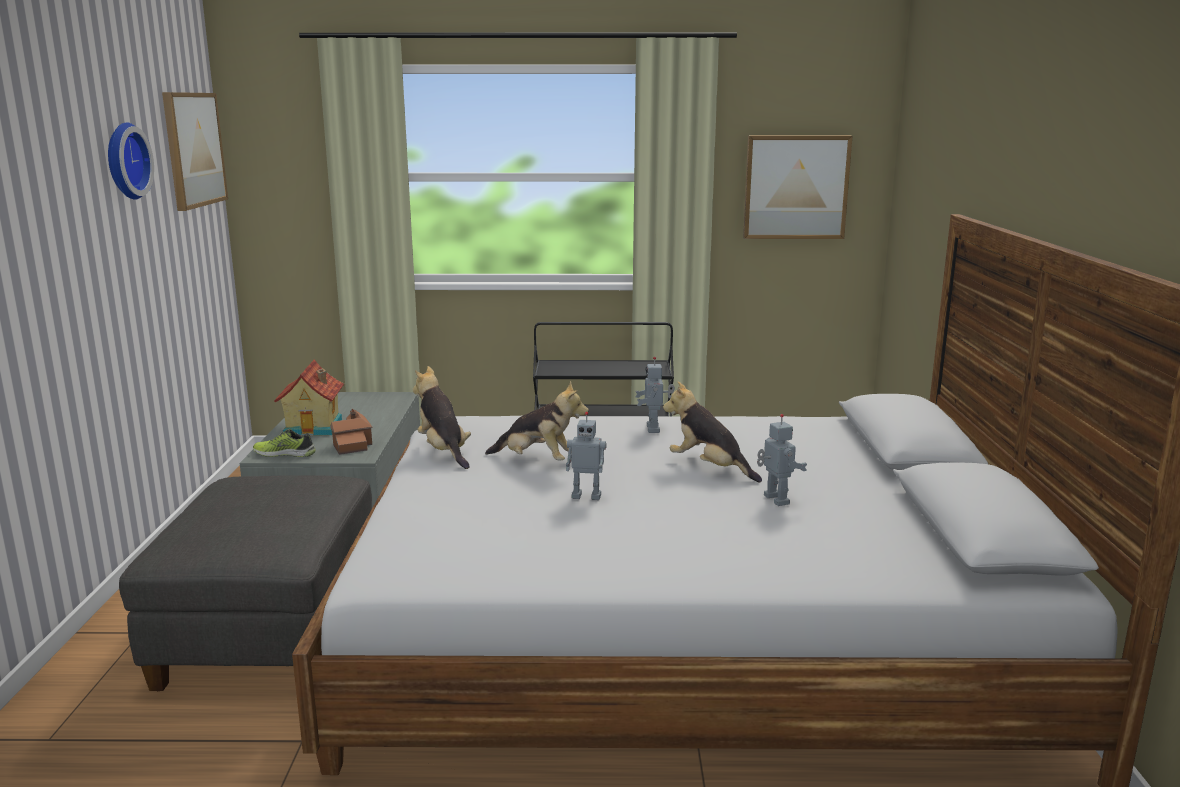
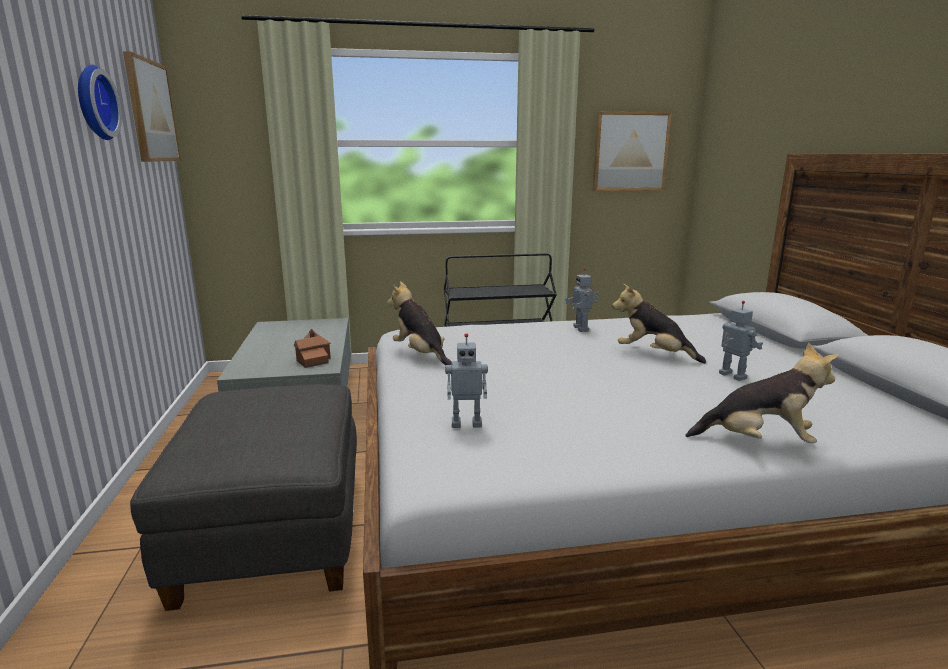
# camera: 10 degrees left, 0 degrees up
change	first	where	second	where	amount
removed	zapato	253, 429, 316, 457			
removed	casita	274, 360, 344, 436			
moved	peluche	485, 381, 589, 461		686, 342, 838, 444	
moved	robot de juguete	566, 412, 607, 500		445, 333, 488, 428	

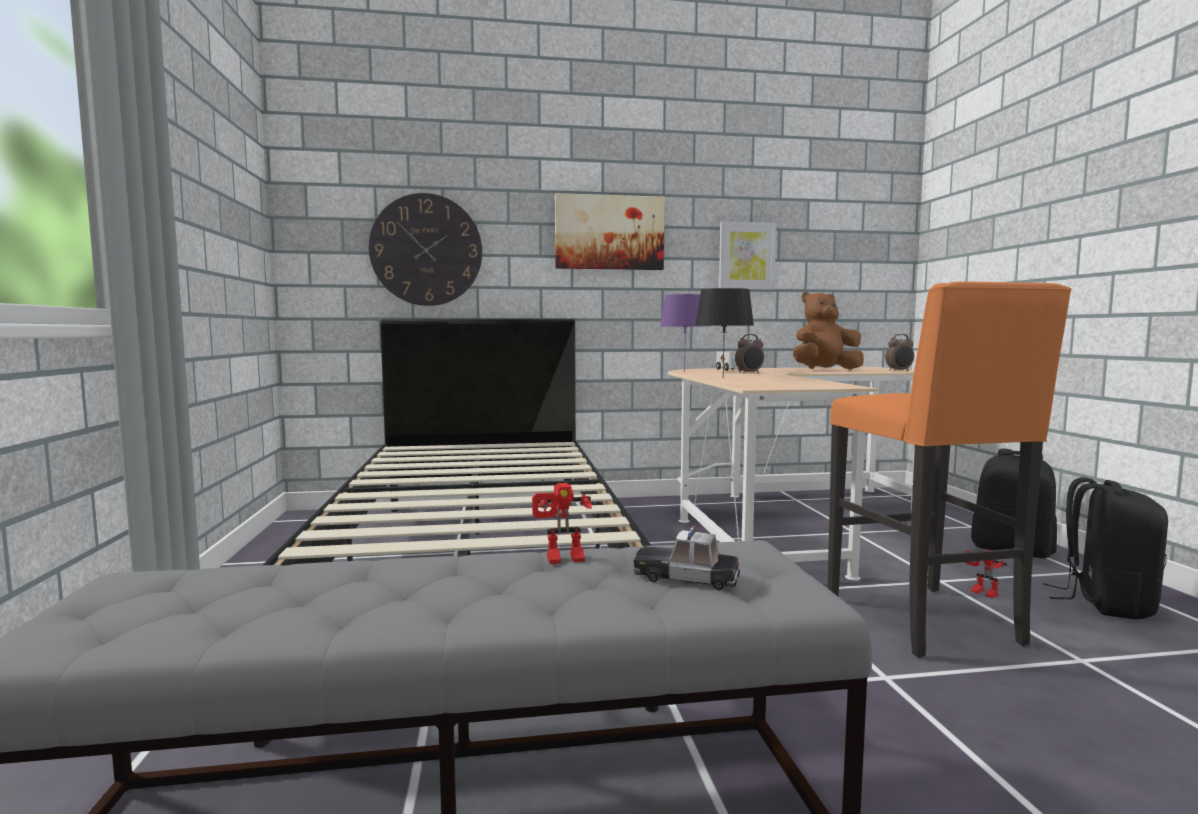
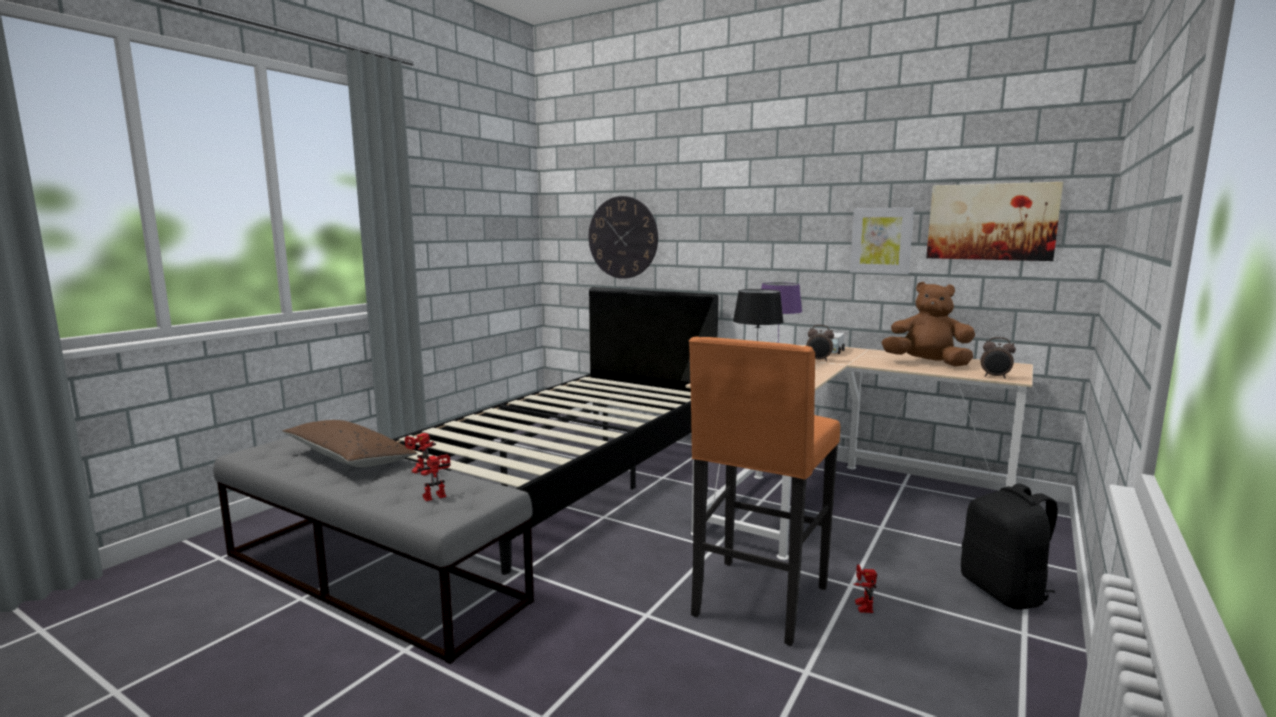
# camera: 40 degrees right, 5 degrees up
change	first	where	second	where	amount
moved	cuadro	555, 193, 664, 270		926, 182, 1063, 261	
replaced	coche de juguete	633, 526, 740, 590	robot de juguete	416, 454, 451, 501	
removed	mochila [negro]	1043, 477, 1168, 619			
added			cojín [marrón]	282, 420, 417, 467	

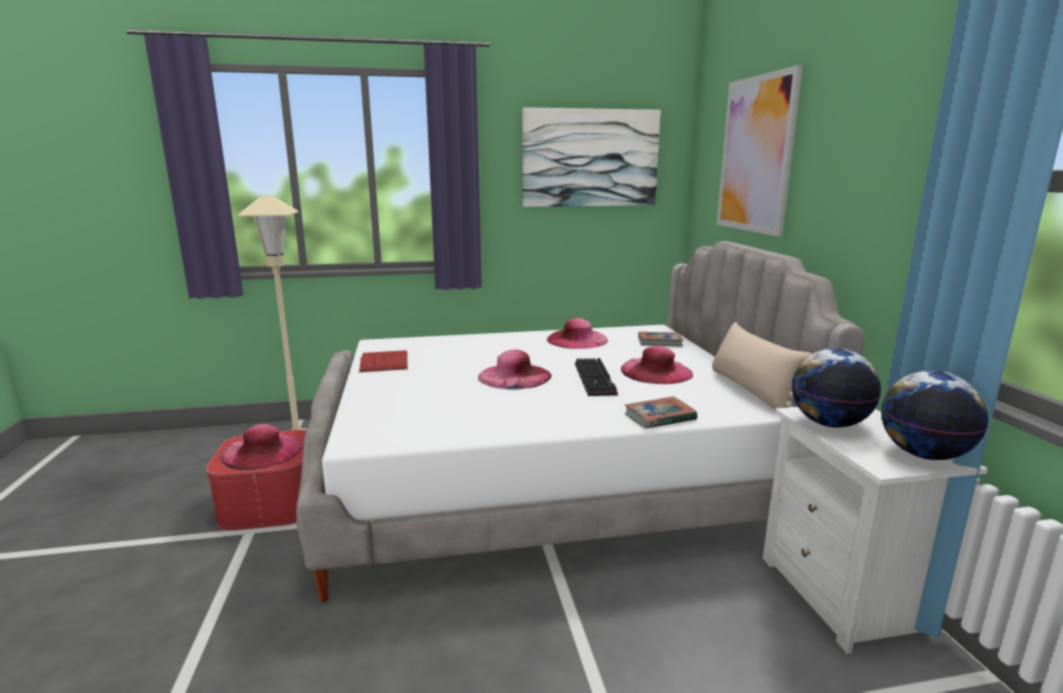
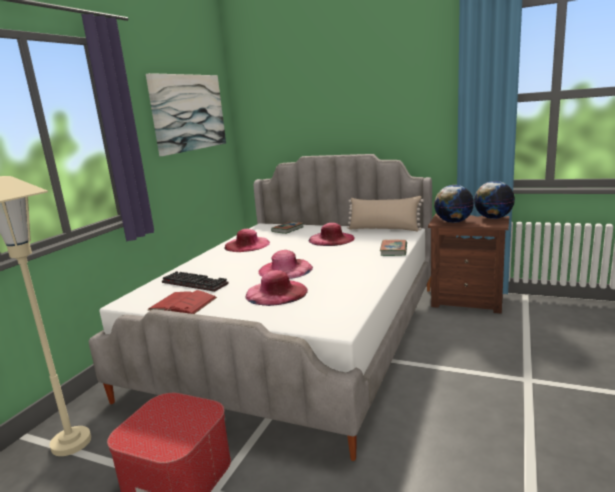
# camera: 55 degrees left, 0 degrees up
change	first	where	second	where	amount
moved	sombrero [rosa]	220, 424, 303, 470		246, 270, 308, 306	
moved	teclado	575, 358, 618, 396		162, 271, 229, 292	
removed	cuadro	717, 65, 803, 236			
recoloured	mesita de noche [blanco]	763, 407, 988, 654	mesita de noche [marrón]	428, 214, 509, 314	

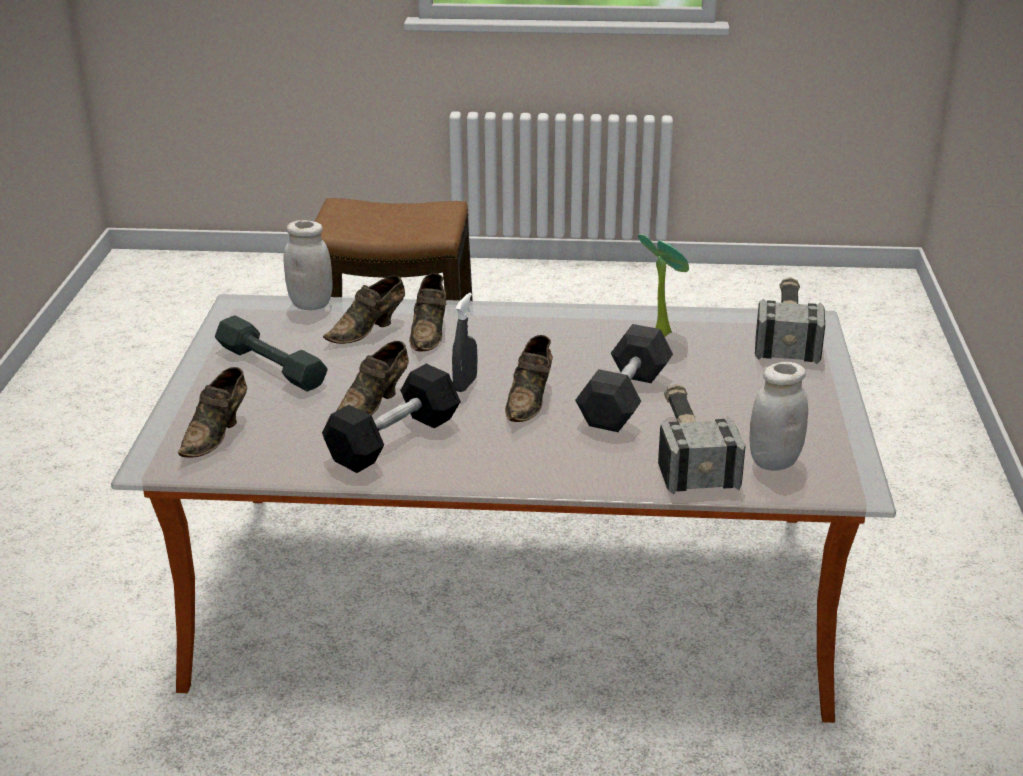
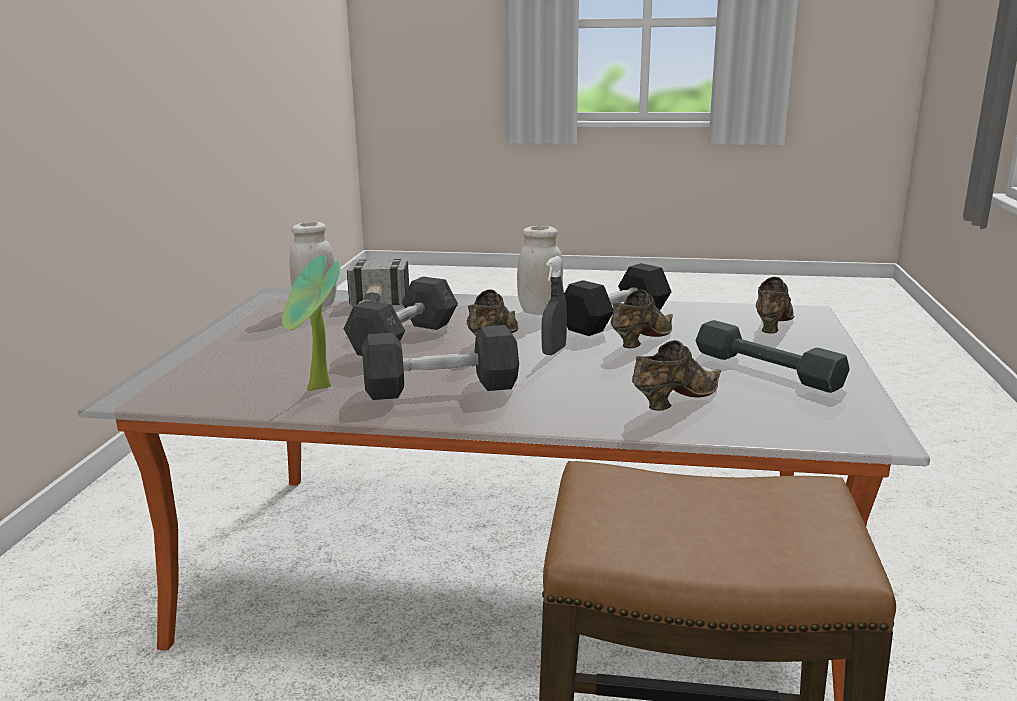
# camera: 175 degrees left, 10 degrees down
change	first	where	second	where	amount
moved	tarro [blanco]	284, 220, 333, 310		517, 226, 563, 315	
removed	zapato [marrón]	409, 273, 446, 351			
removed	martillo	755, 277, 825, 364			
added			mancuerna [gris]	362, 325, 519, 400	

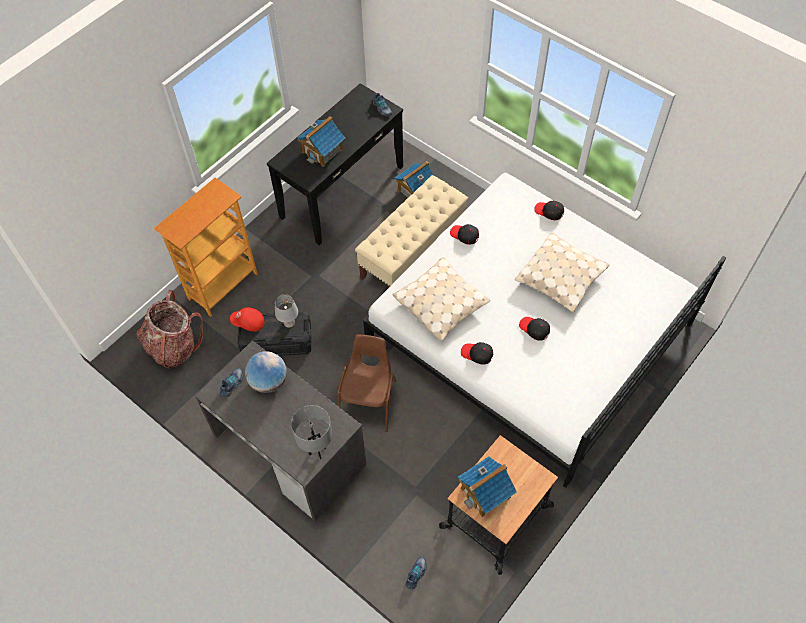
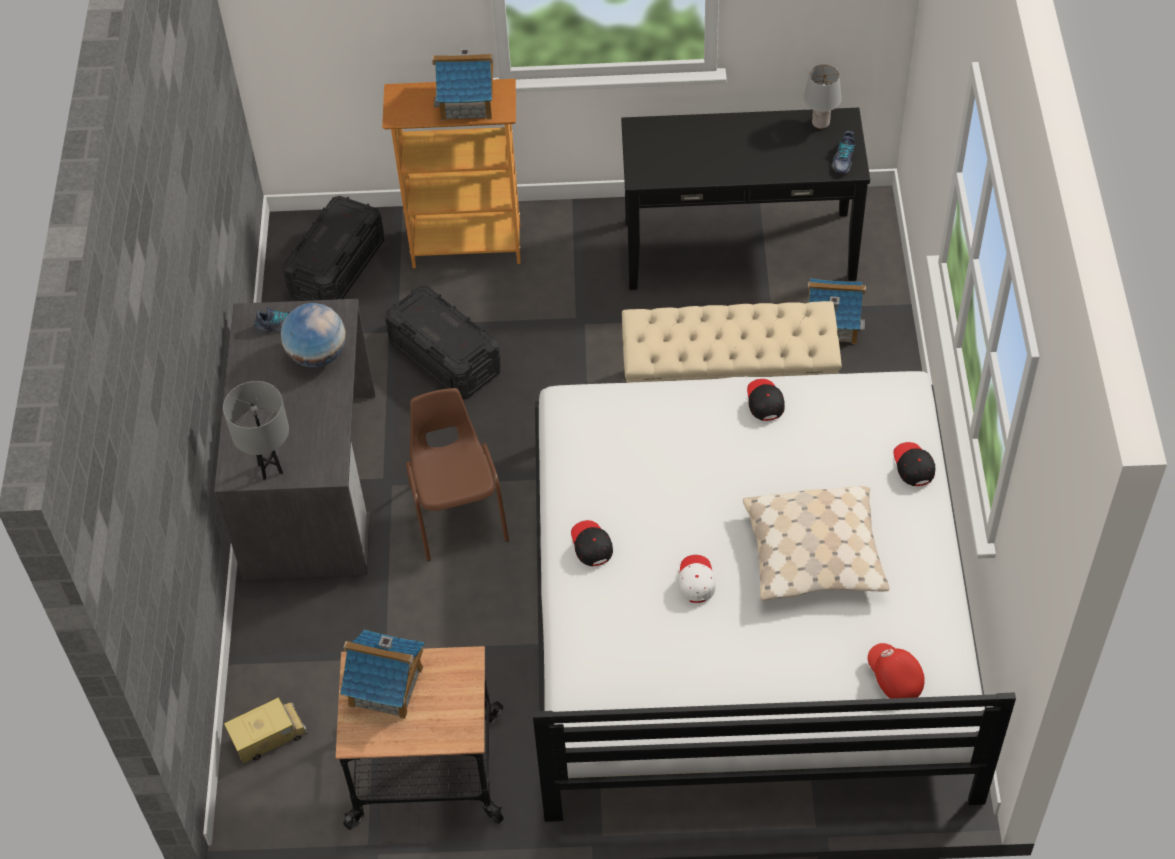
# camera: 50 degrees right, 5 degrees down
change	first	where	second	where	amount
replaced	mochila	136, 290, 203, 369	caja de almacenaje [negro]	282, 196, 384, 301	
moved	gorra [rojo]	230, 307, 264, 331		868, 643, 925, 699	
moved	lámpara de mesa [gris]	275, 294, 298, 328		803, 64, 841, 129	
moved	casita	297, 116, 345, 167		432, 49, 493, 121	
turned	silla [marrón]	337, 335, 396, 432		406, 388, 509, 561	75 degrees counterclockwise
removed	cojín [beis]	392, 257, 490, 341			
replaced	zapato	406, 557, 427, 589	camión de juguete	224, 697, 308, 763	
recoloured	gorra [negro]	519, 317, 550, 341	gorra [blanco]	678, 555, 716, 603	

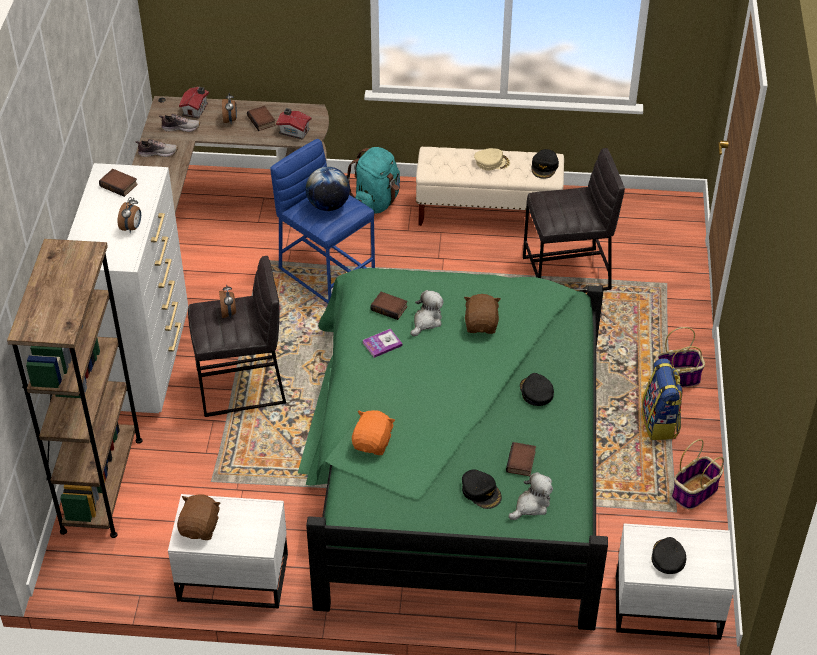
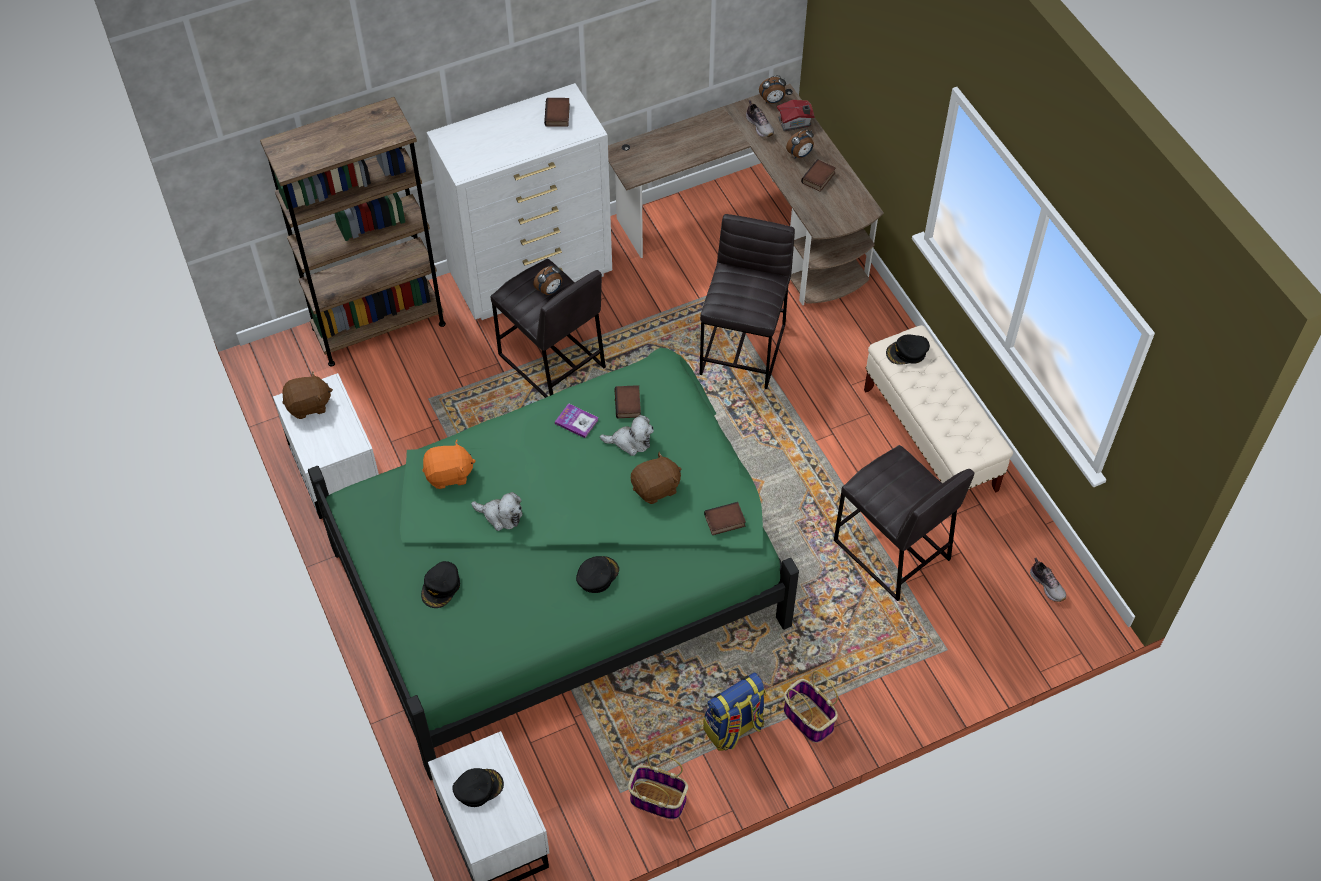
# camera: 60 degrees right, 10 degrees up
change	first	where	second	where	amount
moved	despertador	118, 197, 141, 233		759, 75, 786, 104	
moved	zapato	136, 139, 178, 157		1030, 558, 1066, 602	
recoloured	taburete [azul]	270, 139, 375, 303	taburete [gris]	700, 214, 795, 389	
removed	casita	276, 108, 312, 140			
removed	globo terráqueo	306, 167, 350, 211			
removed	mochila [turquesa]	346, 147, 400, 214			
removed	gorra [beis]	474, 148, 510, 171			
moved	libro	506, 442, 536, 476		704, 502, 746, 535	
moved	peluche	509, 472, 553, 520		471, 492, 522, 531	
moved	gorra [negro]	532, 149, 559, 179		886, 335, 930, 365	

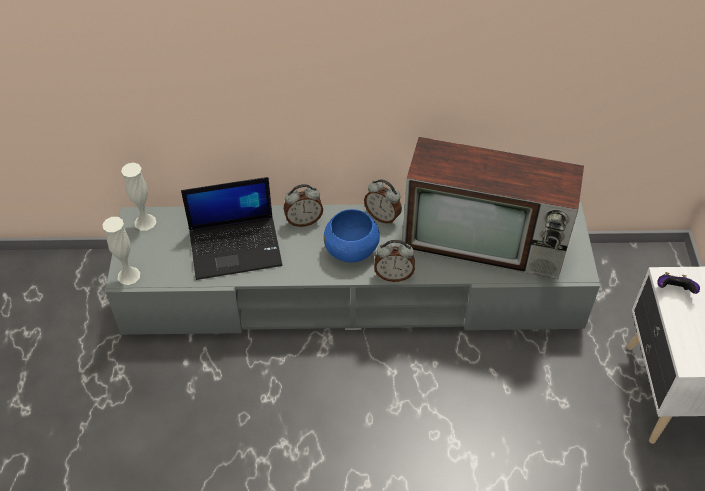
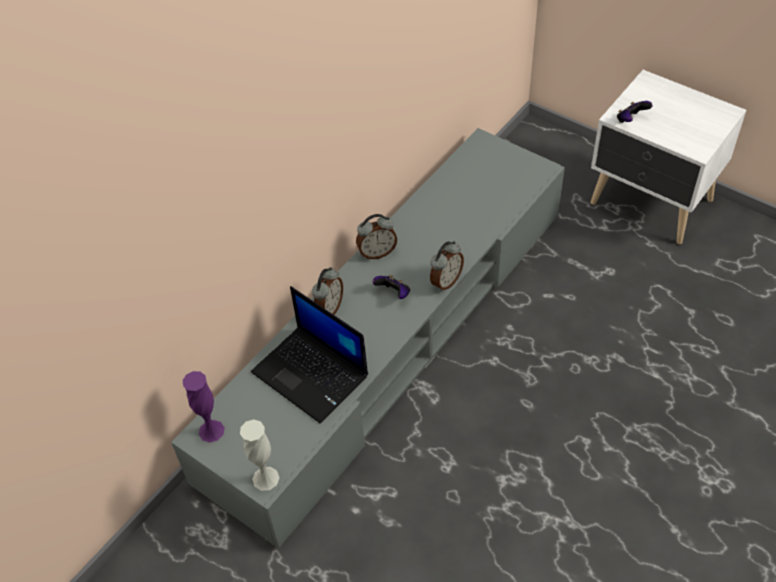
# camera: 50 degrees left, 0 degrees up
change	first	where	second	where	amount
recoloured	florero [blanco]	121, 163, 156, 230	florero [morado]	182, 371, 225, 443	
turned	portátil	181, 177, 282, 280		251, 286, 368, 423	105 degrees clockwise
replaced	cuenco [azul]	324, 209, 380, 262	mando de consola	373, 275, 410, 299	
removed	televisor	402, 137, 584, 279			

